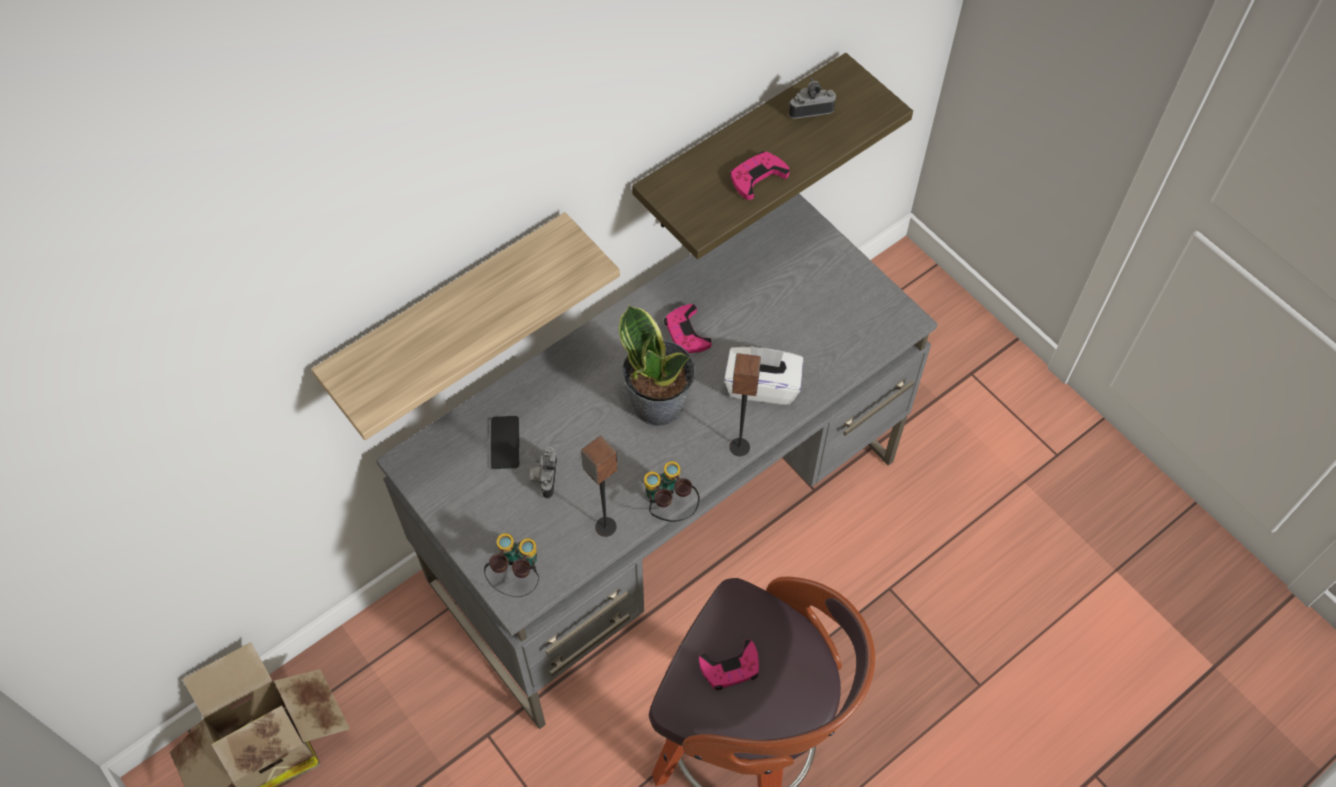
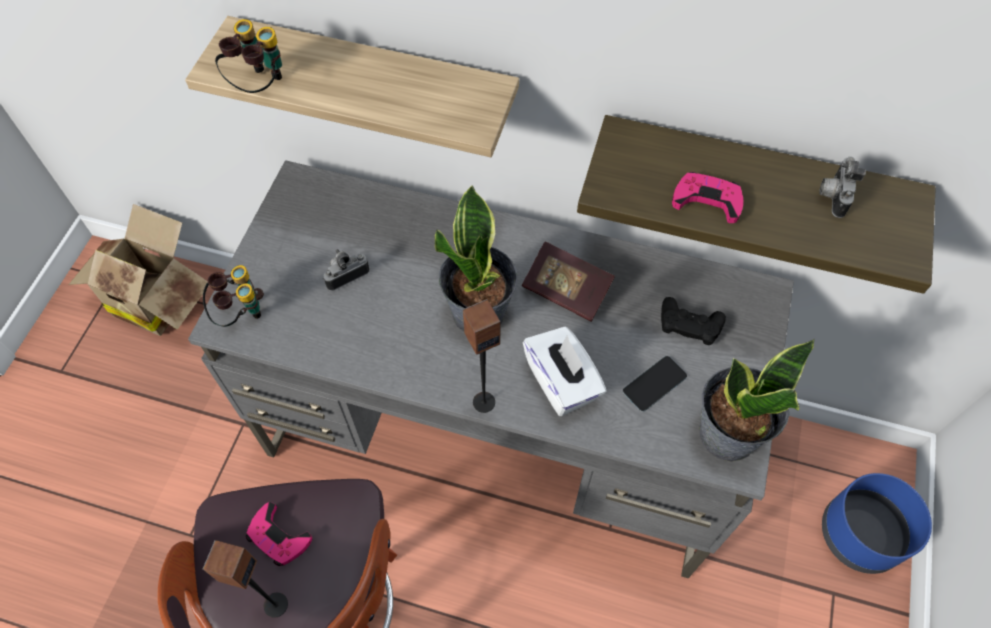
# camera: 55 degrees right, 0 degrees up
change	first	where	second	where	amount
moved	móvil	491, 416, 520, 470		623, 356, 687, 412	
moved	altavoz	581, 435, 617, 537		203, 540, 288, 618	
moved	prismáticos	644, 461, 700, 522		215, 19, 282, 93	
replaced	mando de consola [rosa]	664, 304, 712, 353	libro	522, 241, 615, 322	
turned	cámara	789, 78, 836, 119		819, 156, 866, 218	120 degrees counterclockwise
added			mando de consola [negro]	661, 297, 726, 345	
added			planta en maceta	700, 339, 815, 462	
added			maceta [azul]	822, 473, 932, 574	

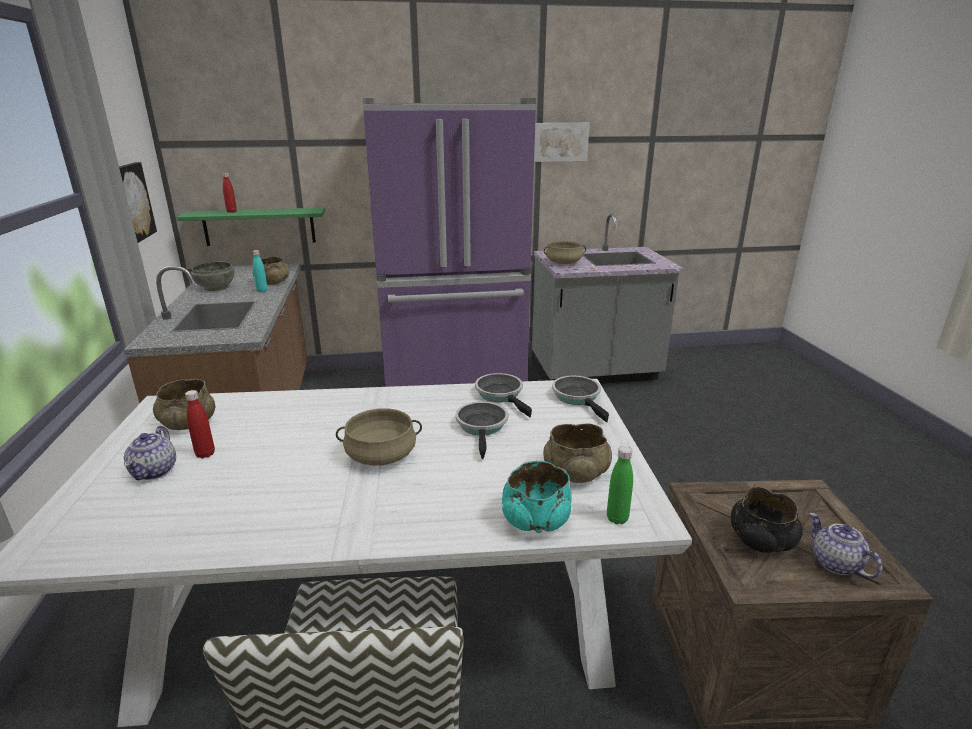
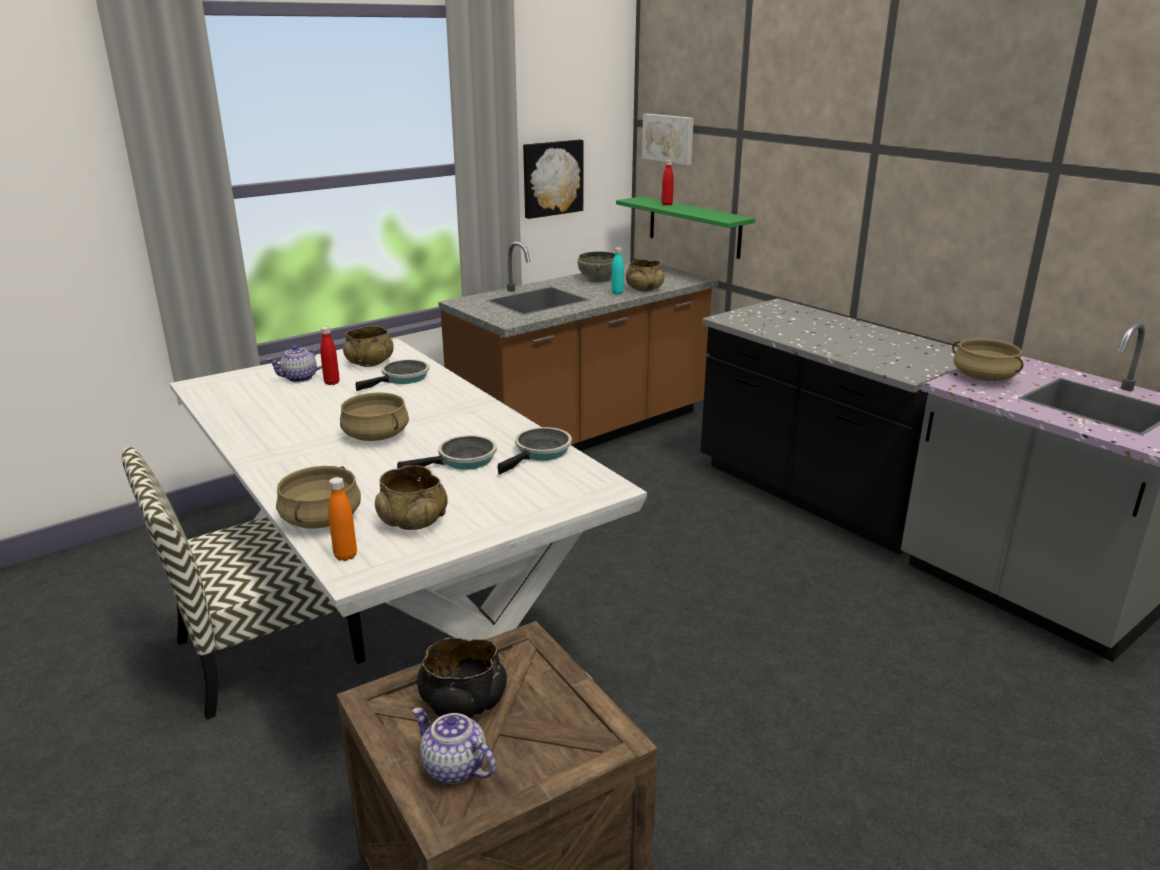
# camera: 60 degrees right, 0 degrees up
change	first	where	second	where	amount
replaced	nevera [morado]	363, 98, 536, 387	mueble bajo de cocina [negro]	701, 298, 958, 555	
replaced	cuenco [turquesa]	502, 461, 572, 533	olla [beis]	276, 466, 361, 529	
moved	cuadro	534, 123, 590, 162		642, 114, 694, 165	
moved	sartén	552, 376, 609, 422		356, 359, 429, 391	
recoloured	botella [verde]	607, 446, 633, 525	botella [naranja]	328, 477, 357, 561	
turned	tetera	809, 513, 883, 578		412, 707, 496, 784	90 degrees counterclockwise

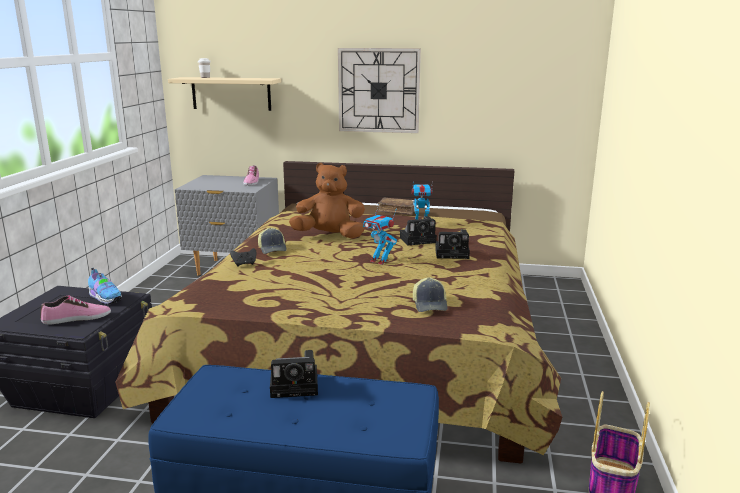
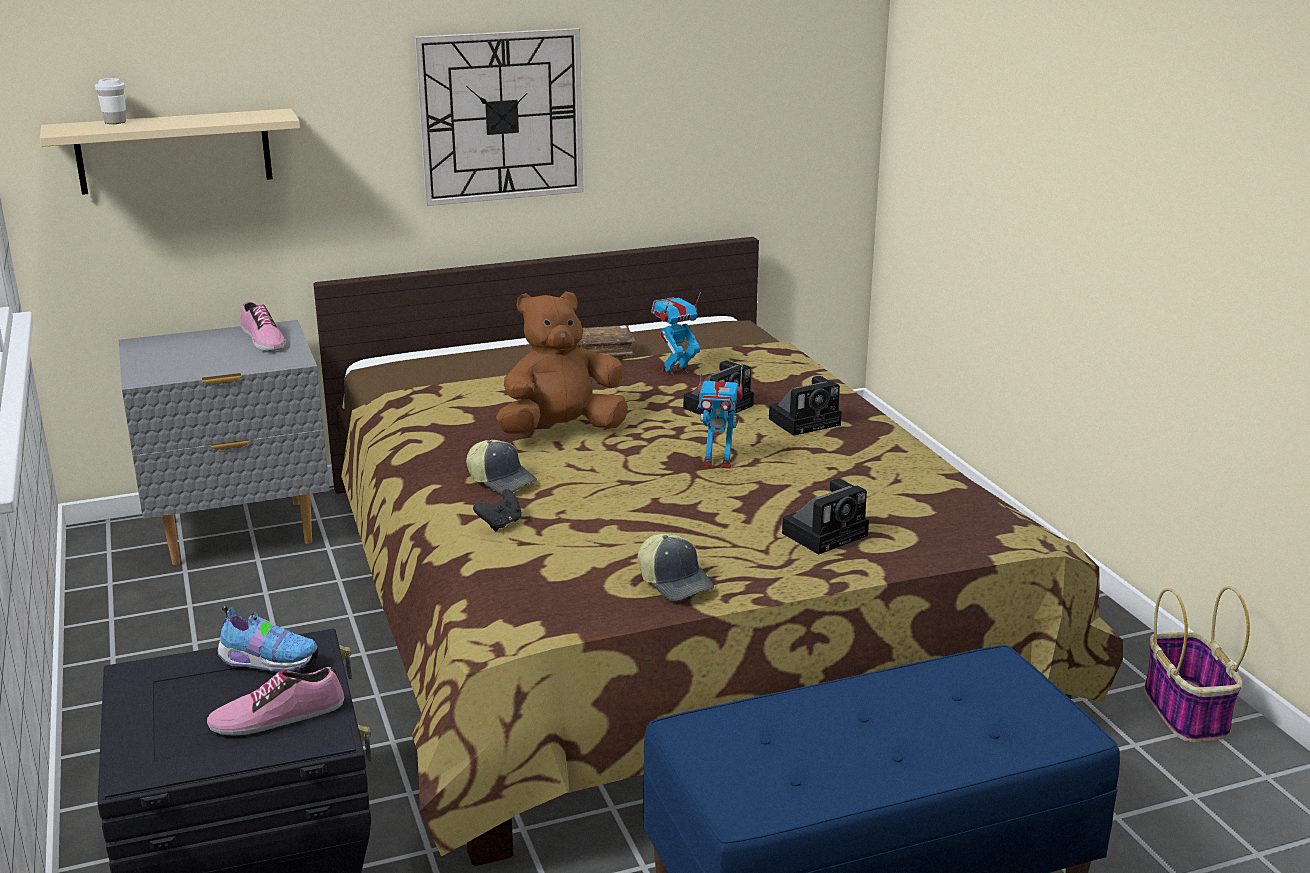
# camera: 30 degrees left, 5 degrees up
change	first	where	second	where	amount
turned	zapato	40, 296, 111, 324		207, 667, 344, 736	150 degrees counterclockwise
moved	cámara	270, 350, 318, 398		782, 478, 869, 555	
moved	gorra	413, 277, 447, 312		637, 534, 714, 601	

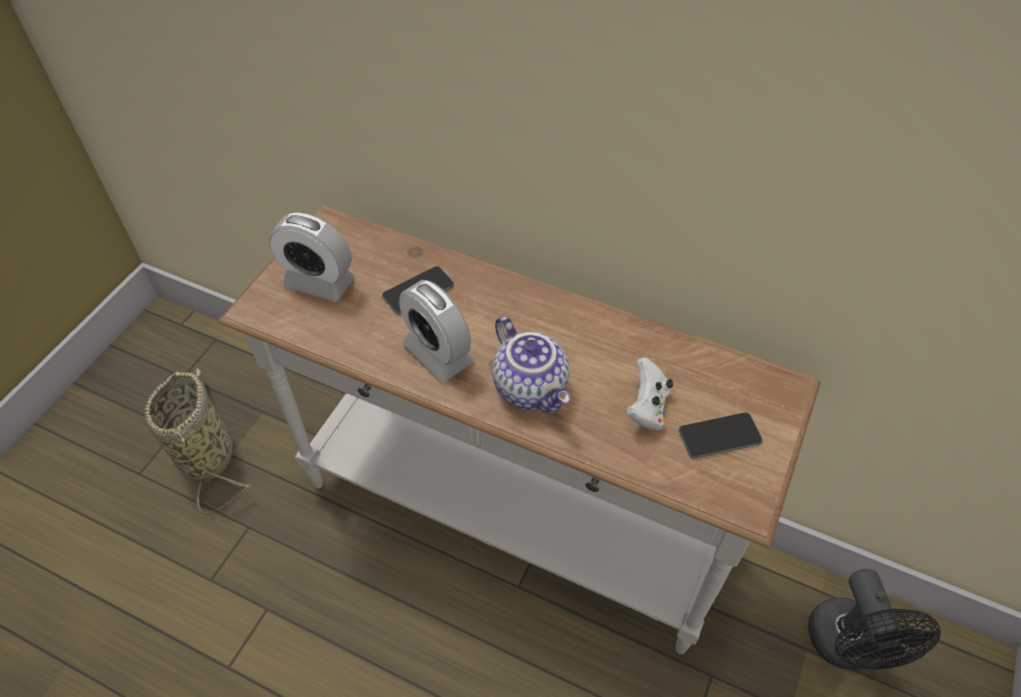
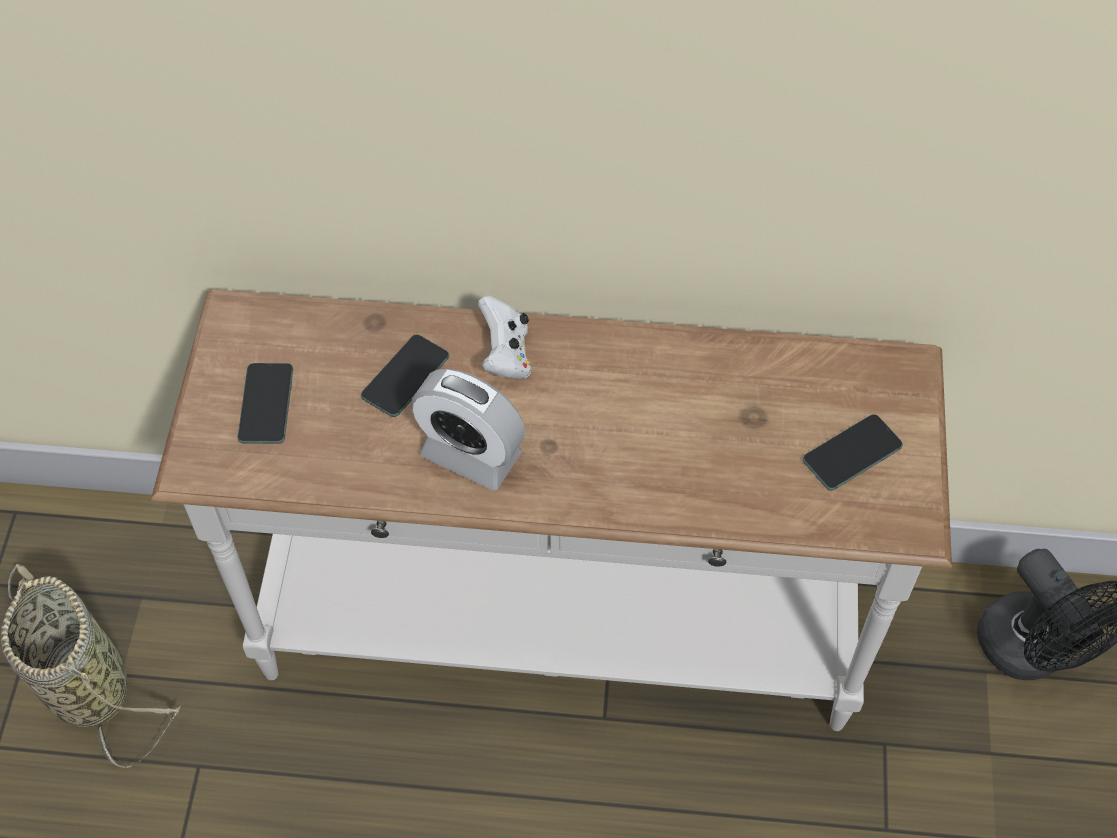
# camera: 20 degrees left, 5 degrees up
change	first	where	second	where	amount
replaced	despertador	269, 212, 354, 302	móvil	238, 363, 293, 444	
removed	tetera	492, 316, 570, 413			
moved	mando de consola [blanco]	625, 357, 673, 431		478, 296, 531, 379	

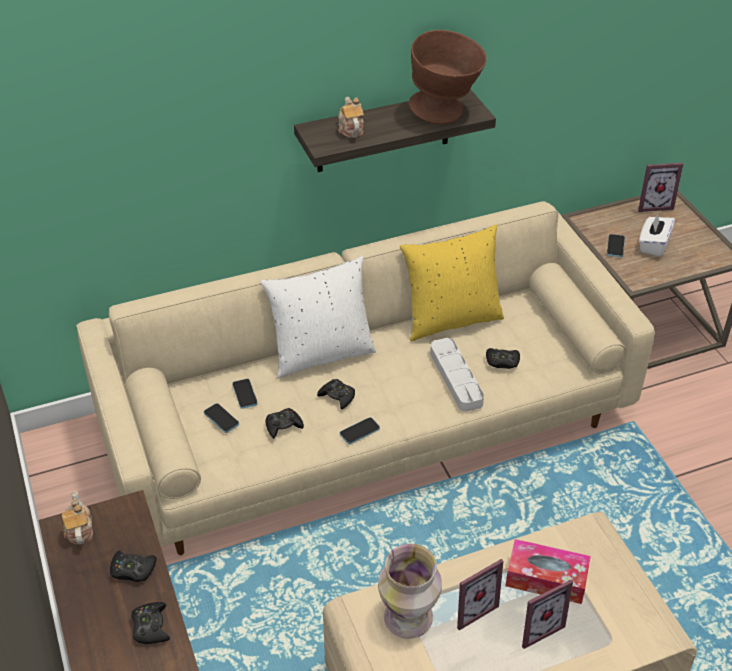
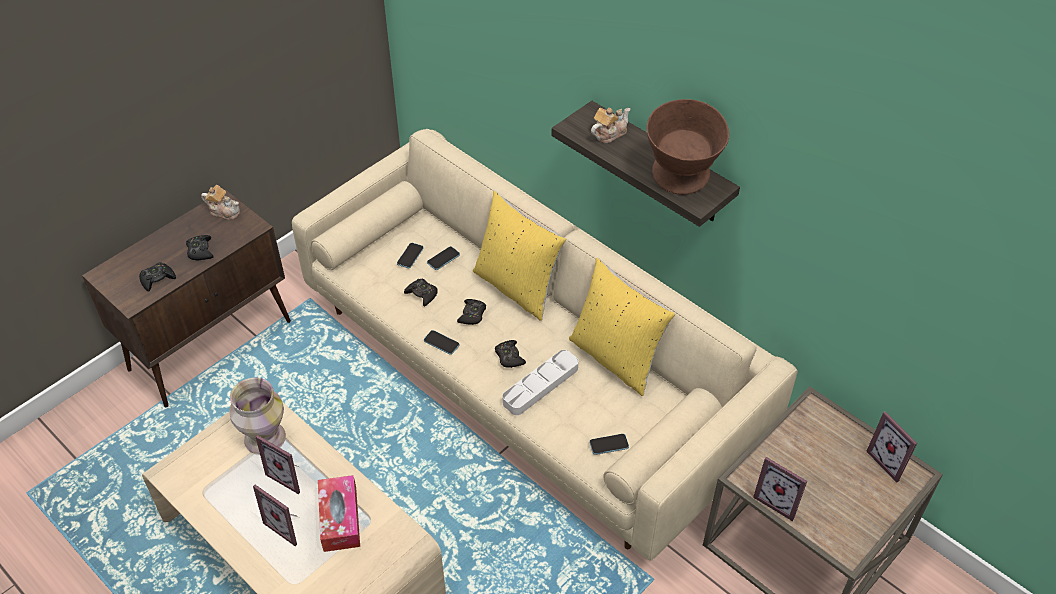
# camera: 65 degrees right, 5 degrees up
change	first	where	second	where	amount
turned	tetera	62, 491, 93, 545		201, 185, 240, 220	60 degrees clockwise
recoloured	cojín [blanco]	260, 256, 376, 379	cojín [amarillo]	473, 191, 566, 321	
moved	mando de consola [negro]	486, 348, 520, 369		495, 340, 526, 368	
moved	móvil	607, 234, 625, 257		589, 434, 629, 455	
removed	caja de pañuelos [blanco]	639, 213, 675, 257			
added			portarretratos	753, 457, 807, 521	

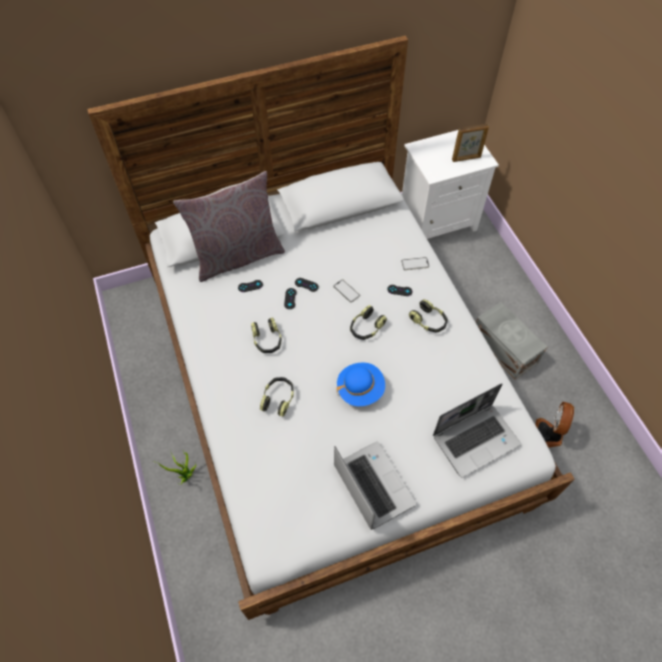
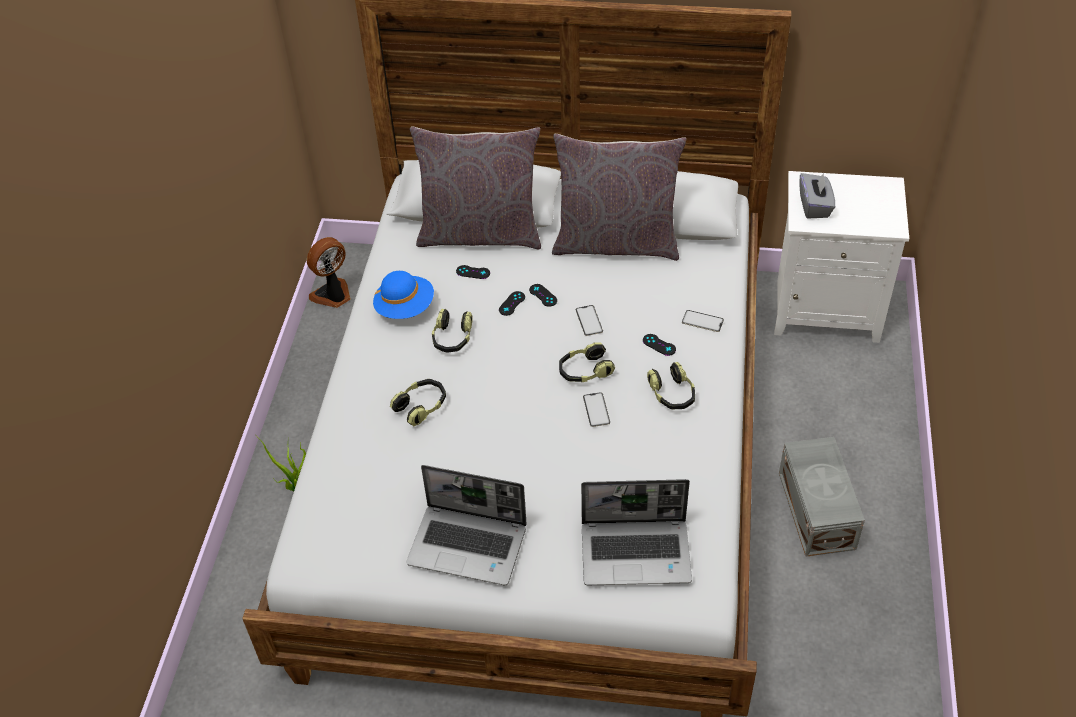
# camera: 30 degrees right, 10 degrees down
change	first	where	second	where	amount
turned	portátil	334, 442, 416, 530		406, 465, 527, 585	105 degrees clockwise
moved	sombrero [azul]	337, 362, 385, 406		373, 271, 434, 319	
removed	portarretratos	452, 124, 489, 162			
moved	ventilador	535, 402, 574, 448		307, 237, 351, 308	
added			cojín [gris]	552, 134, 686, 261	
added			móvil	583, 392, 610, 427	
added			caja de pañuelos [gris]	799, 173, 835, 219	

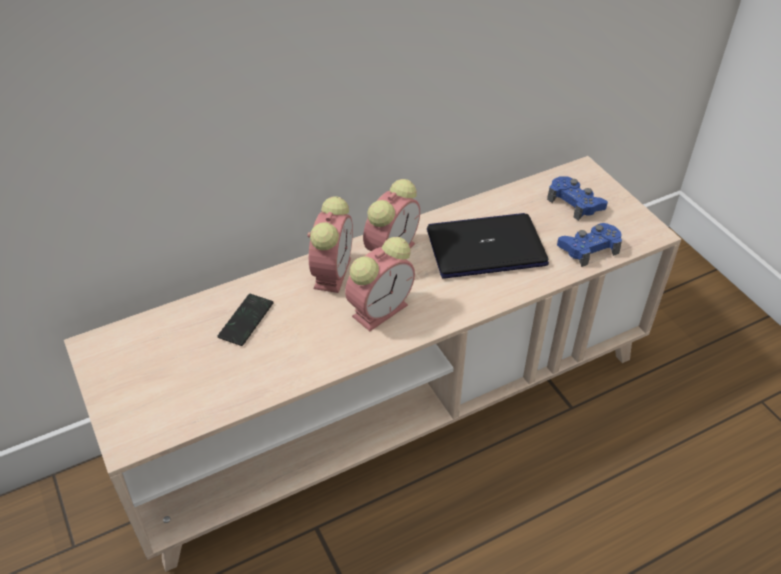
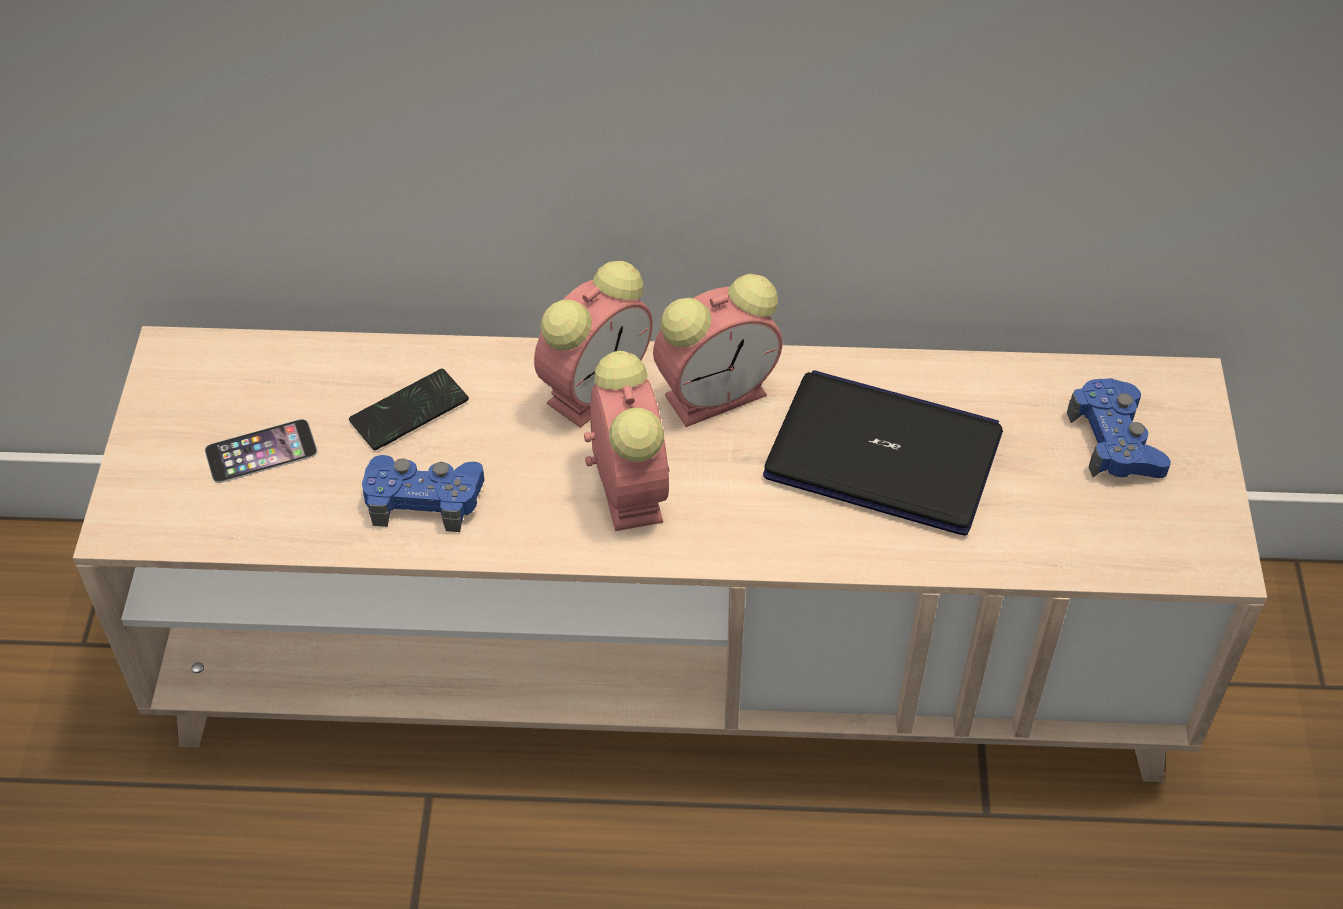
# camera: 30 degrees right, 5 degrees up
change	first	where	second	where	amount
turned	despertador	345, 237, 415, 331		584, 351, 670, 531	90 degrees counterclockwise
moved	mando de consola [azul]	557, 223, 622, 267		362, 455, 484, 532	
added			móvil	205, 419, 317, 483	

